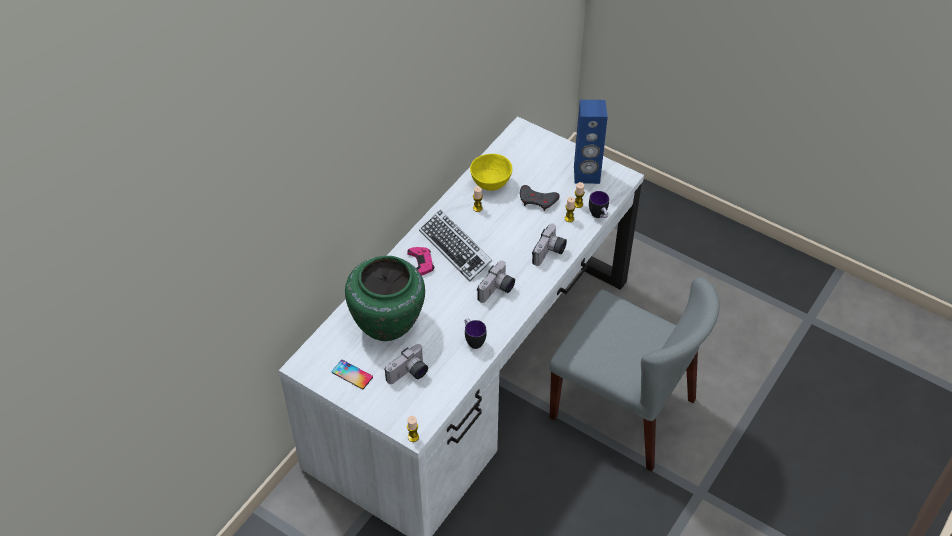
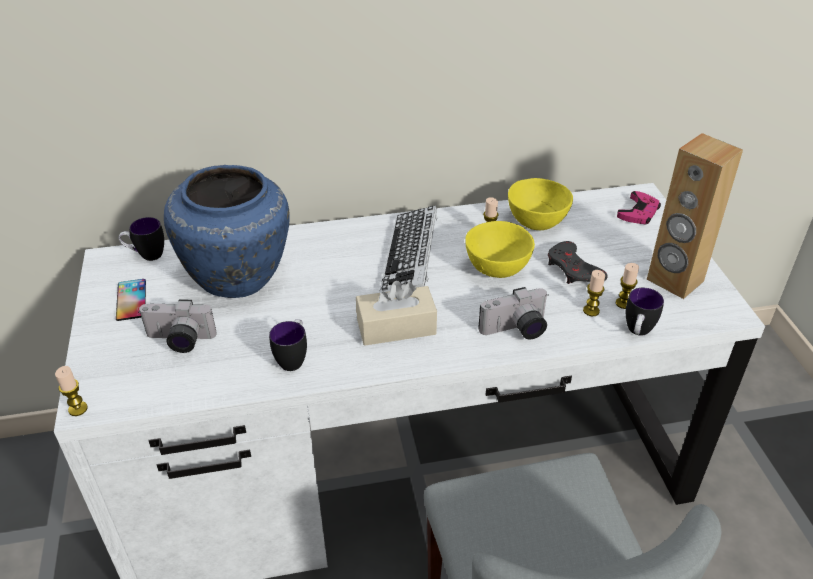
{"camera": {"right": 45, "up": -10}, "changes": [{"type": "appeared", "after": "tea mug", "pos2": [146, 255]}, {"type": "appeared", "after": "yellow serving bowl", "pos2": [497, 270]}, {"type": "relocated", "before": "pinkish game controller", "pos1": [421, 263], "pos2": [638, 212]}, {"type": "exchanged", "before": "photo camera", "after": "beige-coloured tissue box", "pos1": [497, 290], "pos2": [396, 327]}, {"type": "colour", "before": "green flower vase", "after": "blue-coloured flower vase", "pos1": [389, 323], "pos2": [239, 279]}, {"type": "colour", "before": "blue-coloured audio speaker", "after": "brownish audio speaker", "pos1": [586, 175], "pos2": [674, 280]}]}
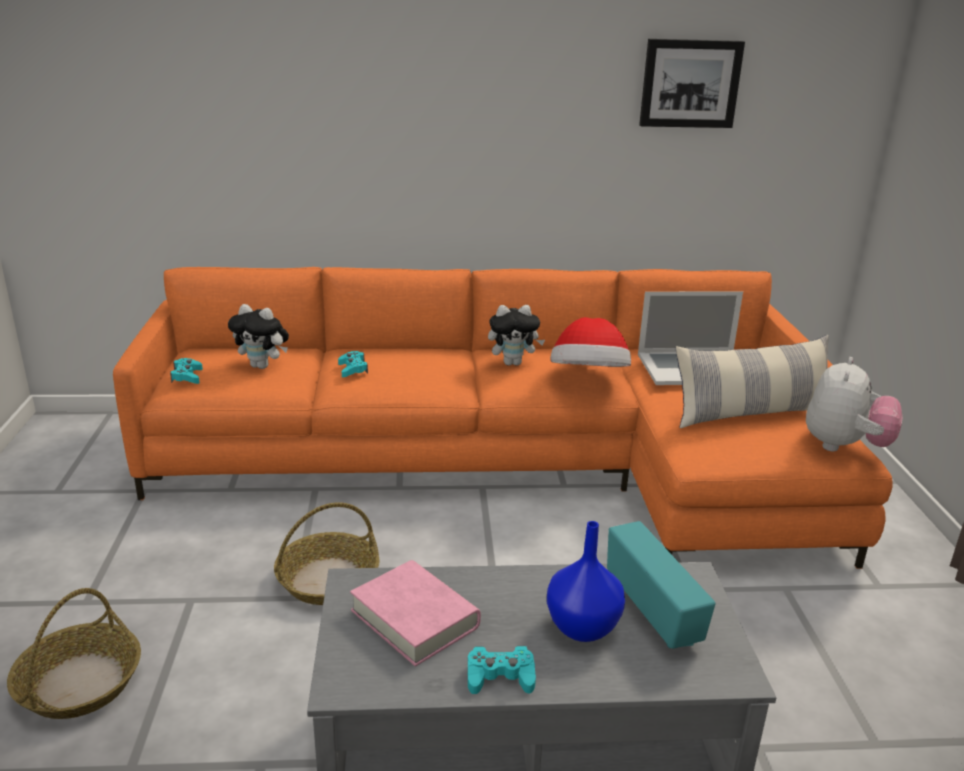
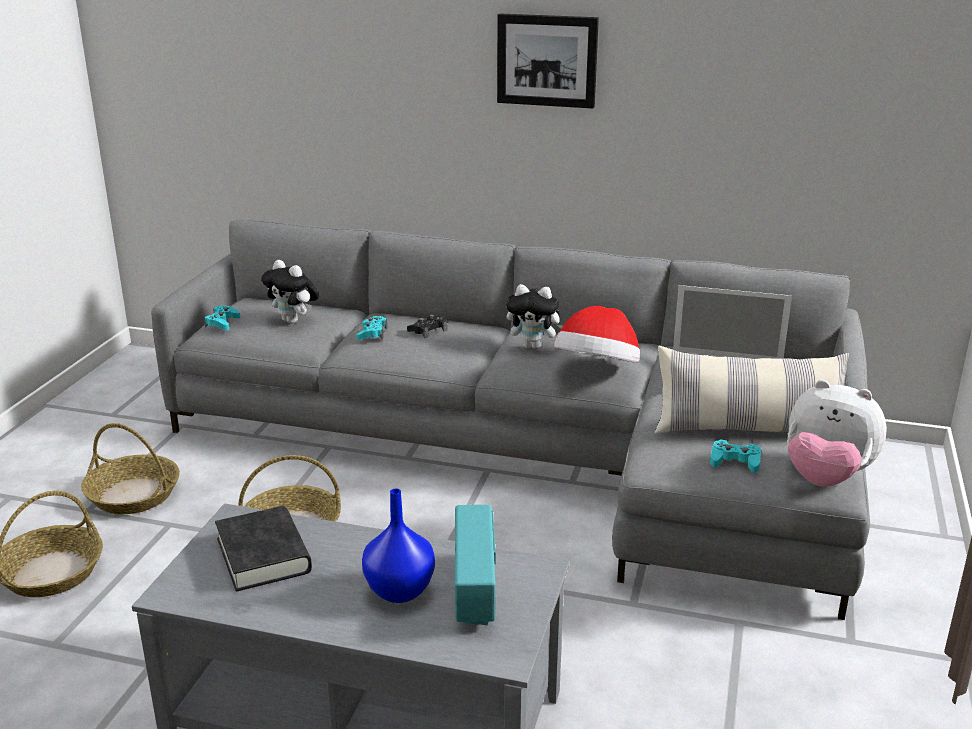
{"camera": {"right": 20, "up": 0}, "changes": [{"type": "appeared", "after": "basket", "pos2": [134, 495]}, {"type": "appeared", "after": "black-coloured game controller", "pos2": [428, 331]}, {"type": "relocated", "before": "blue-green game controller", "pos1": [500, 677], "pos2": [735, 461]}, {"type": "relocated", "before": "wall art", "pos1": [690, 83], "pos2": [547, 60]}, {"type": "colour", "before": "orangey sofa", "after": "greyish sofa", "pos1": [513, 465], "pos2": [532, 454]}, {"type": "colour", "before": "pinkish bound book", "after": "black-coloured bound book", "pos1": [415, 619], "pos2": [263, 555]}, {"type": "spun", "before": "soft toy", "pos1": [844, 446], "pos2": [826, 478], "turn": 75}]}
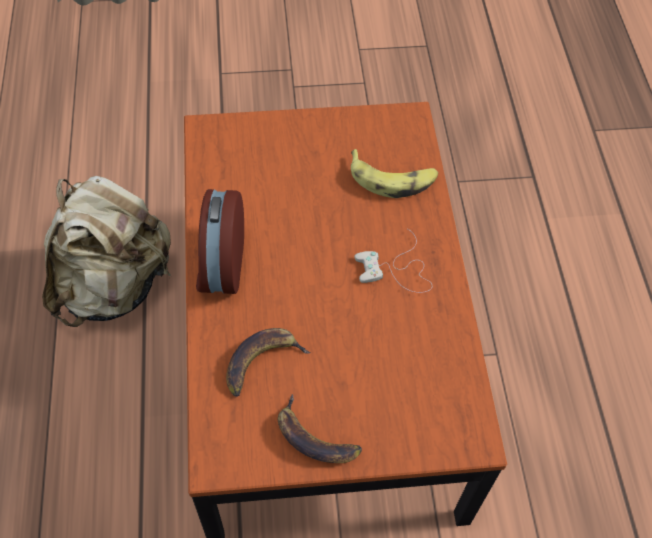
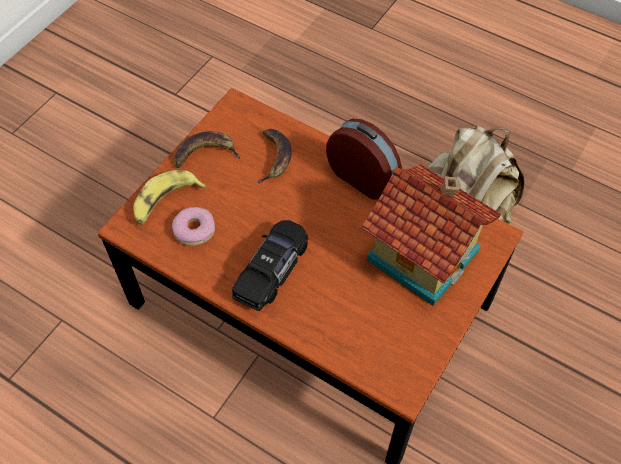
{"camera": {"right": 130, "up": 0}, "changes": [{"type": "appeared", "after": "ring doughnut", "pos2": [194, 230]}, {"type": "appeared", "after": "toy house", "pos2": [424, 253]}, {"type": "relocated", "before": "banana fruit", "pos1": [393, 179], "pos2": [166, 202]}, {"type": "exchanged", "before": "white game controller", "after": "black-coloured toy car", "pos1": [396, 270], "pos2": [272, 270]}]}
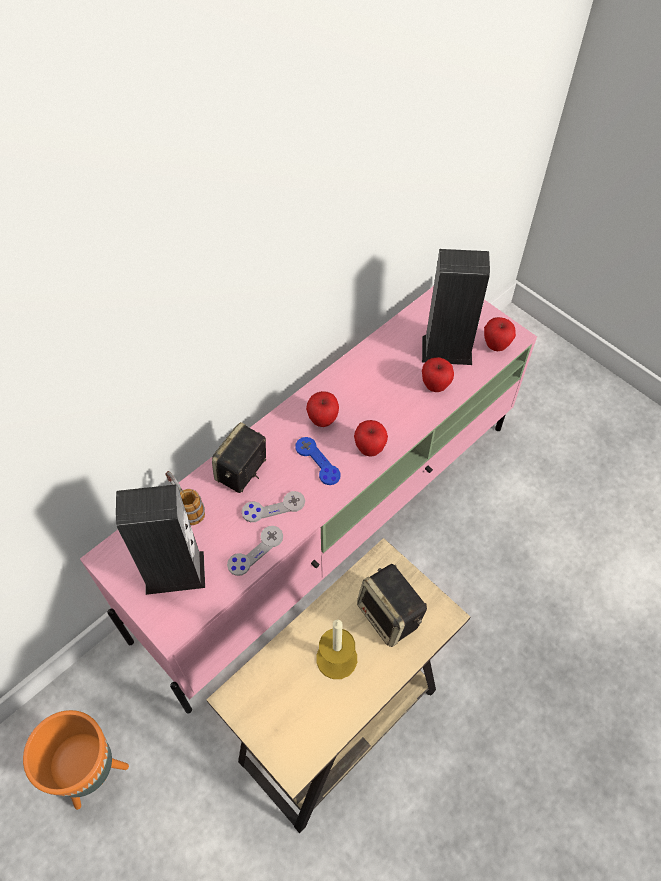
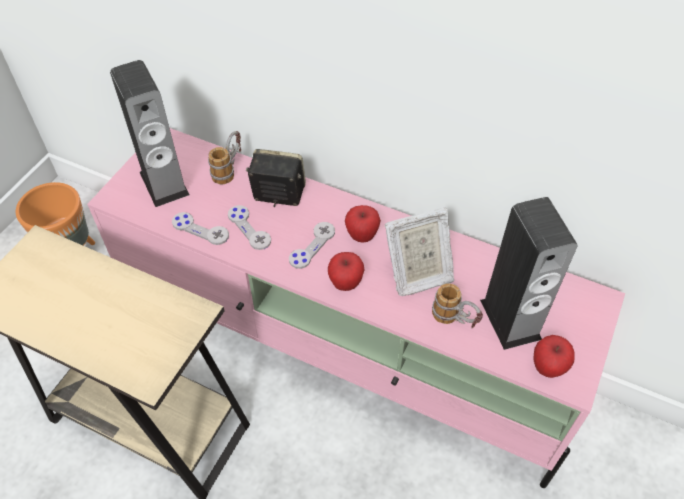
{"camera": {"right": 70, "up": -5}, "changes": [{"type": "missing", "before": "wax light", "pos1": [336, 658]}, {"type": "missing", "before": "audio speaker", "pos1": [390, 616]}, {"type": "appeared", "after": "picture frame", "pos2": [417, 275]}, {"type": "exchanged", "before": "apple fruit", "after": "tea mug", "pos1": [435, 385], "pos2": [455, 320]}, {"type": "colour", "before": "blue-coloured game controller", "after": "greyish game controller", "pos1": [317, 461], "pos2": [312, 246]}]}
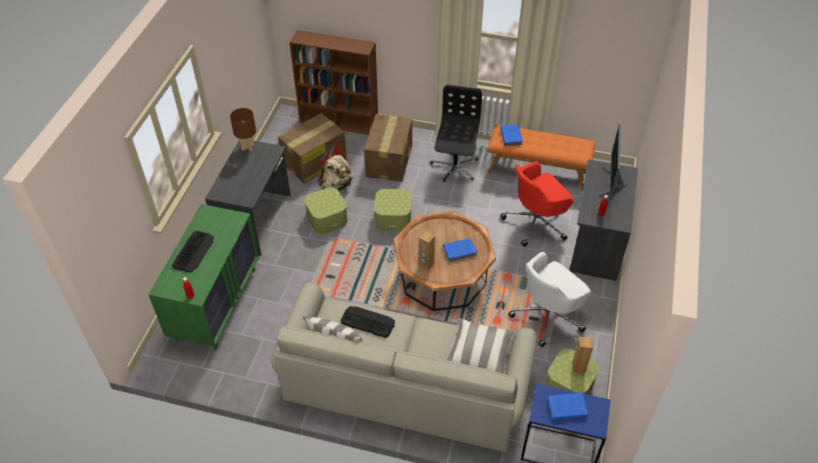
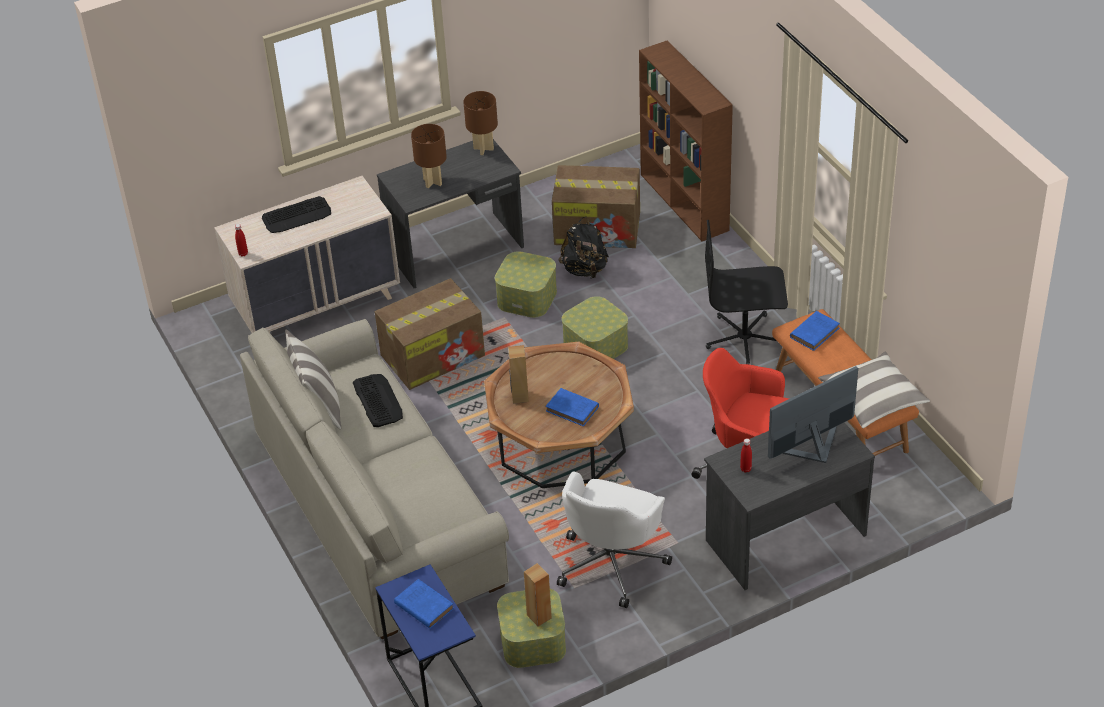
{"camera": {"right": 50, "up": -5}, "changes": [{"type": "appeared", "after": "brownish tabletop lamp", "pos2": [432, 182]}, {"type": "relocated", "before": "carton", "pos1": [389, 160], "pos2": [434, 355]}, {"type": "relocated", "before": "pillow", "pos1": [480, 354], "pos2": [872, 400]}, {"type": "colour", "before": "green drawer chest", "after": "beige-coloured drawer chest", "pos1": [216, 303], "pos2": [317, 304]}, {"type": "colour", "before": "beige-coloured knapsack", "after": "black-coloured knapsack", "pos1": [336, 185], "pos2": [585, 270]}, {"type": "spun", "before": "black-coloured computer chair", "pos1": [454, 167], "pos2": [745, 339], "turn": -150}, {"type": "spun", "before": "white computer chair", "pos1": [548, 316], "pos2": [612, 563], "turn": -75}]}
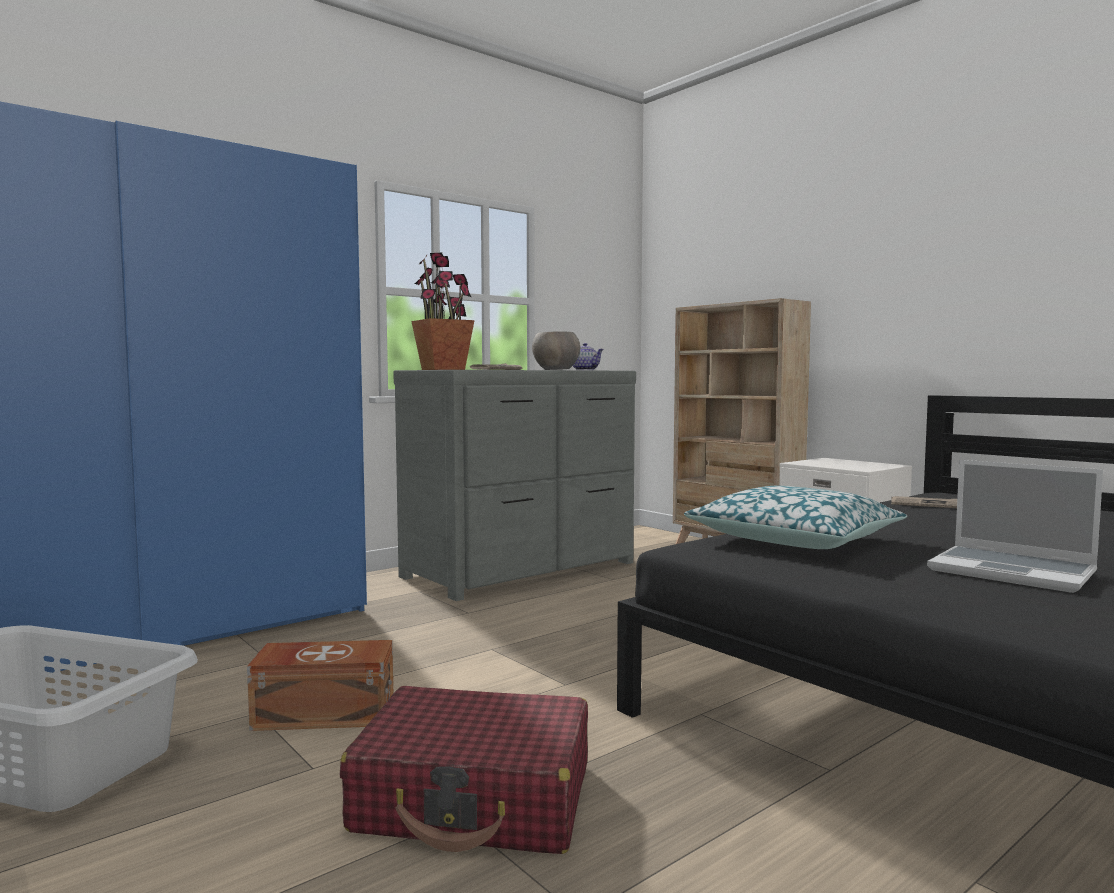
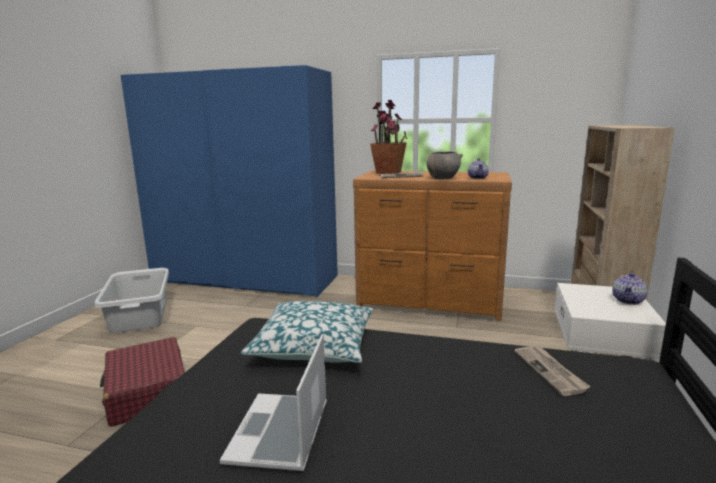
{"camera": {"right": 55, "up": 10}, "changes": [{"type": "missing", "before": "brownish storage container", "pos1": [323, 713]}, {"type": "appeared", "after": "teapot", "pos2": [628, 300]}, {"type": "colour", "before": "greyish drawer chest", "after": "brownish drawer chest", "pos1": [523, 570], "pos2": [430, 301]}]}
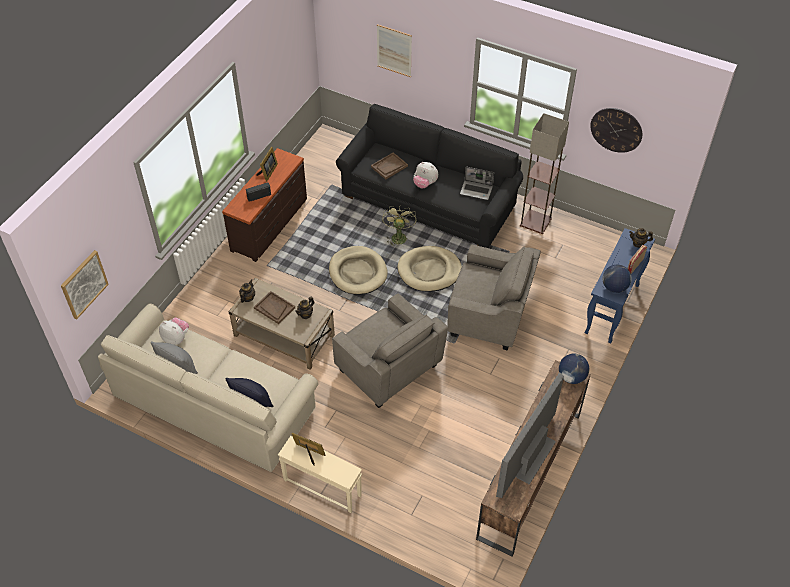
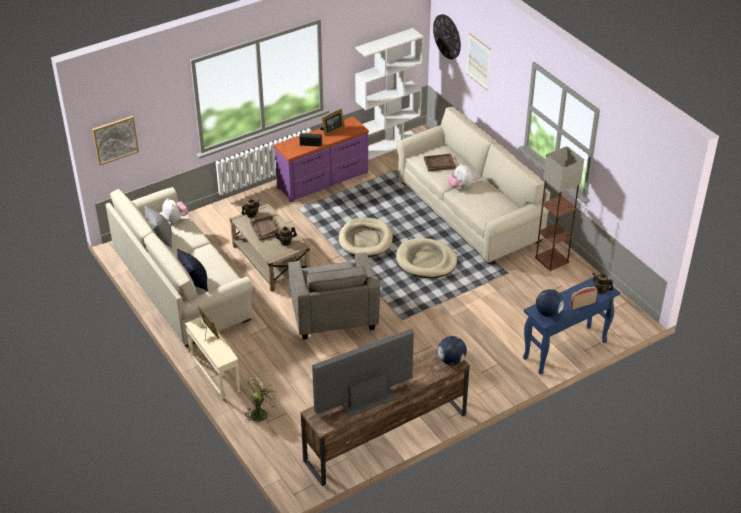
{"camera": {"right": 30, "up": -10}, "changes": [{"type": "missing", "before": "greyish easy chair", "pos1": [489, 315]}, {"type": "missing", "before": "notebook computer", "pos1": [476, 190]}, {"type": "appeared", "after": "white shelving unit", "pos2": [388, 145]}, {"type": "relocated", "before": "green fan", "pos1": [398, 236], "pos2": [260, 412]}, {"type": "relocated", "before": "clock on the wall", "pos1": [616, 130], "pos2": [447, 36]}, {"type": "colour", "before": "brownish drawer chest", "after": "purple-coloured drawer chest", "pos1": [270, 224], "pos2": [323, 180]}, {"type": "colour", "before": "black-coloured sofa", "after": "beige-coloured sofa", "pos1": [429, 201], "pos2": [469, 211]}]}
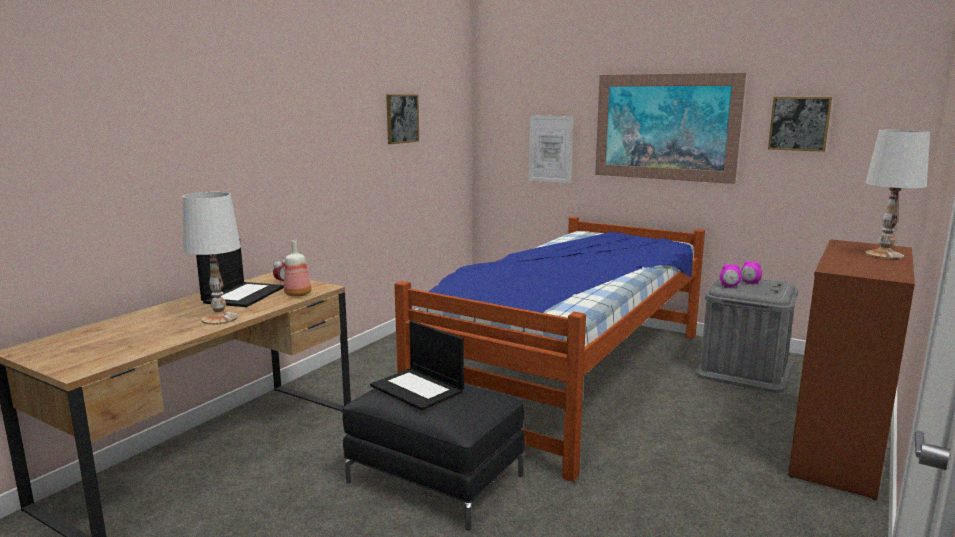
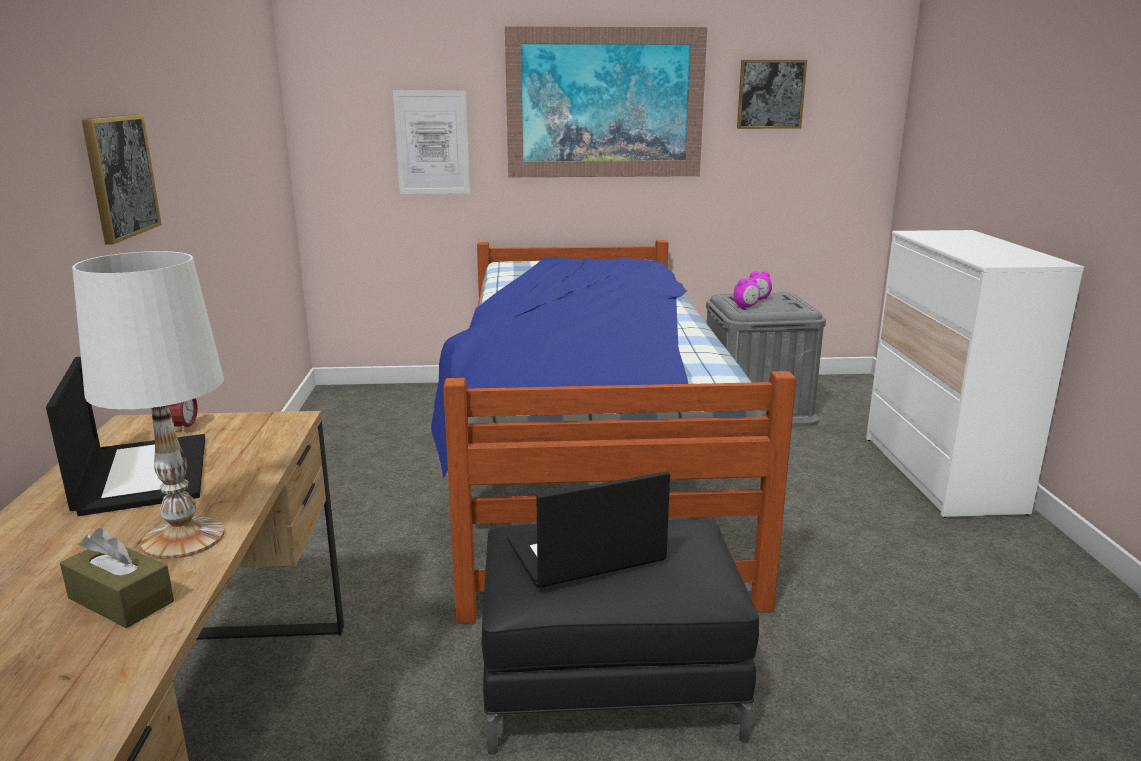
{"camera": {"right": -35, "up": 5}, "changes": [{"type": "missing", "before": "bottle", "pos1": [298, 294]}, {"type": "missing", "before": "white tabletop lamp", "pos1": [884, 255]}, {"type": "appeared", "after": "brownish tissue box", "pos2": [121, 600]}, {"type": "relocated", "before": "wall art", "pos1": [402, 118], "pos2": [120, 176]}, {"type": "colour", "before": "brownish drawer chest", "after": "white drawer chest", "pos1": [837, 451], "pos2": [940, 474]}, {"type": "spun", "before": "notebook computer", "pos1": [418, 389], "pos2": [584, 553], "turn": 150}]}
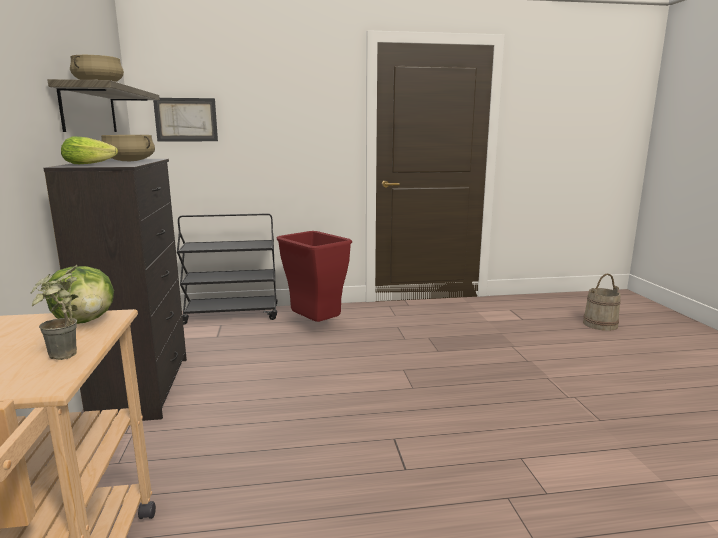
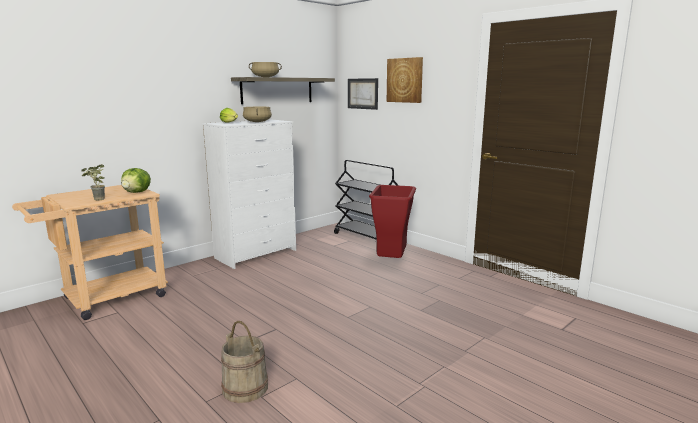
{"camera": {"right": 55, "up": 0}, "changes": [{"type": "appeared", "after": "wall art", "pos2": [405, 80]}, {"type": "relocated", "before": "beige-coloured water bucket", "pos1": [600, 324], "pos2": [245, 388]}, {"type": "colour", "before": "black-coloured drawer chest", "after": "white drawer chest", "pos1": [144, 387], "pos2": [257, 254]}]}
